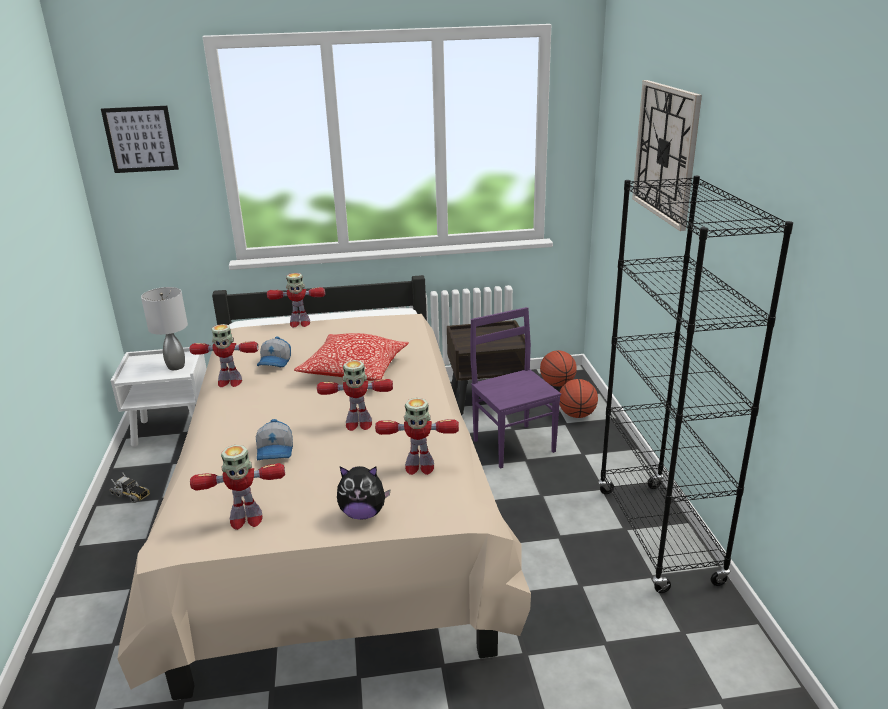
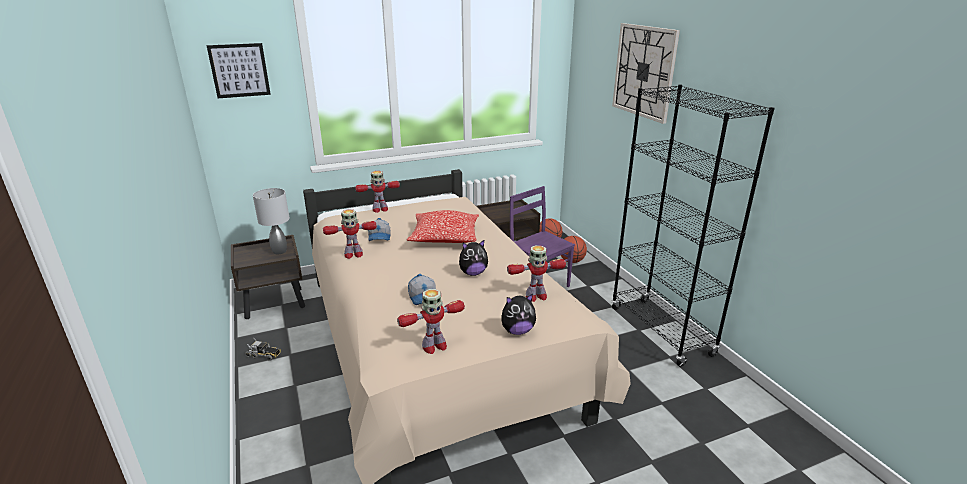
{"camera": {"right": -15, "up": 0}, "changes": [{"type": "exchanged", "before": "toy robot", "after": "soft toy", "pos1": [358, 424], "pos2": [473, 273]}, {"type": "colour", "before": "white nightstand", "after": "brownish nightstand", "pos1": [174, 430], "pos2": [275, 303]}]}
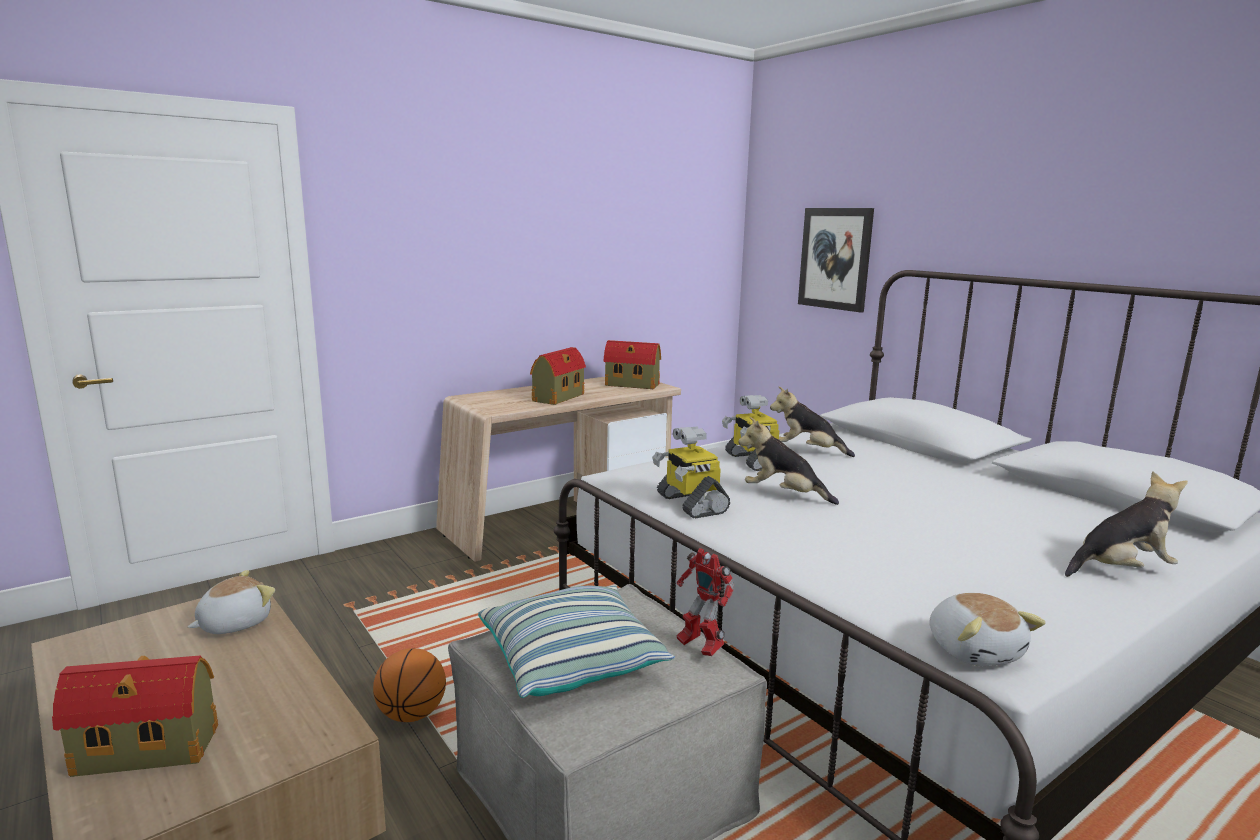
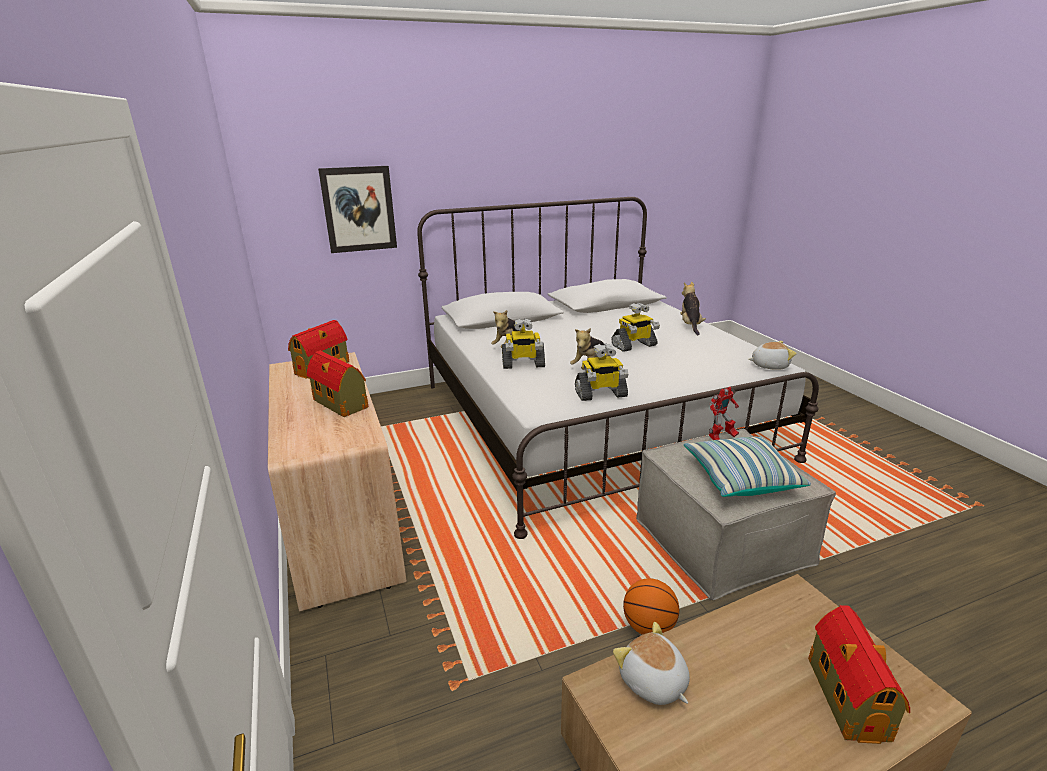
{"camera": {"right": -75, "up": 10}, "changes": [{"type": "appeared", "after": "toy robot", "pos2": [634, 346]}]}
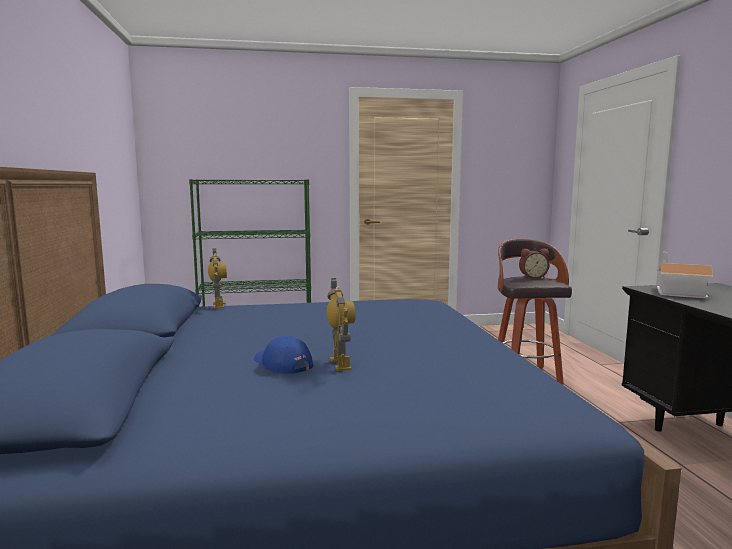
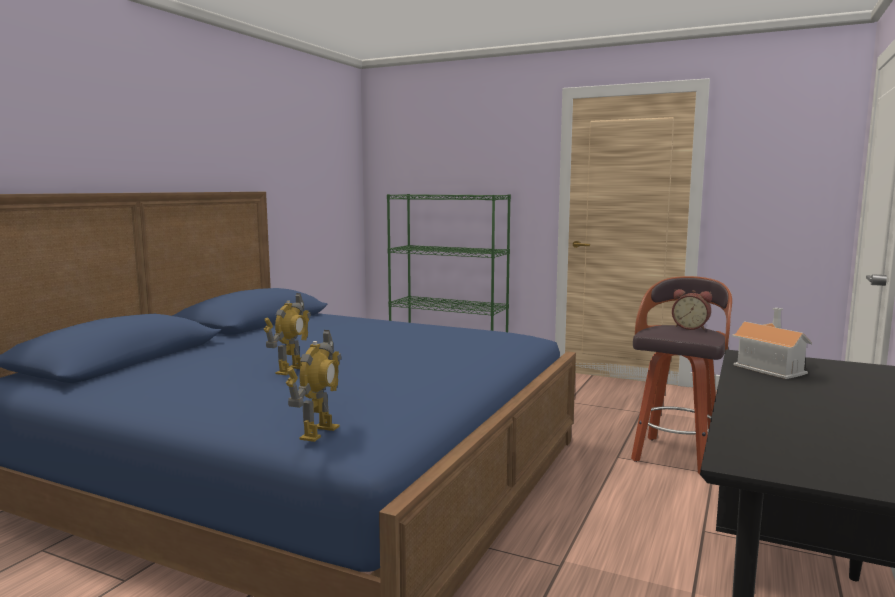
{"camera": {"right": 35, "up": 0}, "changes": [{"type": "missing", "before": "blue-coloured peaked cap", "pos1": [282, 364]}, {"type": "relocated", "before": "toy robot", "pos1": [218, 305], "pos2": [318, 432]}]}
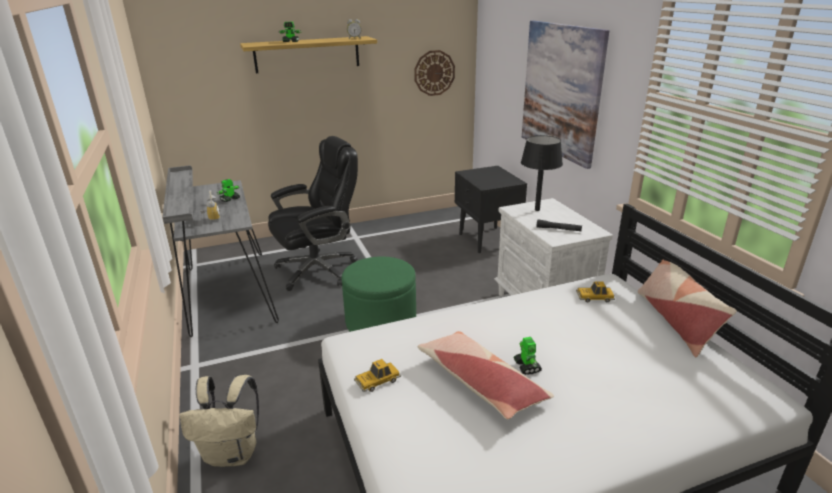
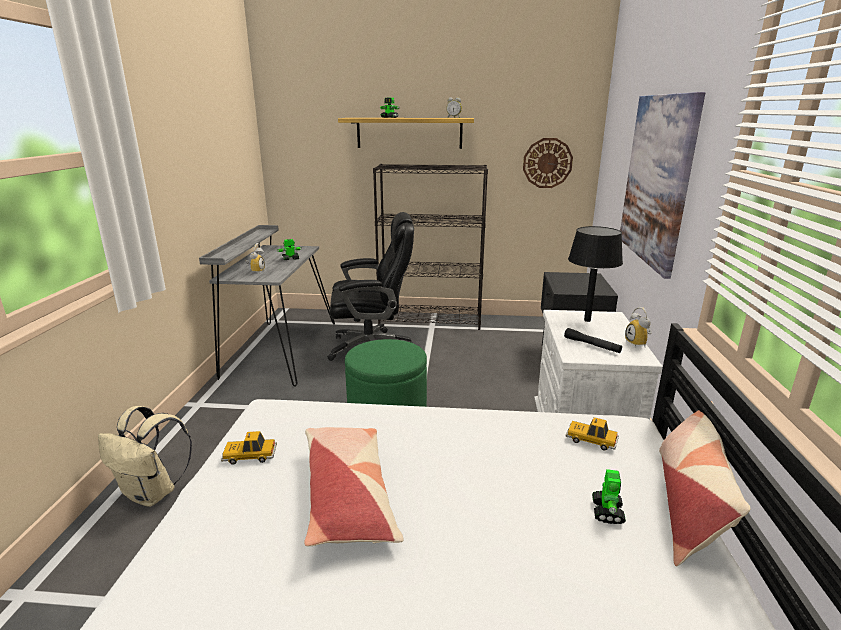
{"camera": {"right": 25, "up": -5}, "changes": [{"type": "appeared", "after": "black-coloured shelving unit", "pos2": [430, 320]}, {"type": "appeared", "after": "table clock", "pos2": [639, 344]}, {"type": "relocated", "before": "toy robot", "pos1": [527, 366], "pos2": [607, 511]}]}
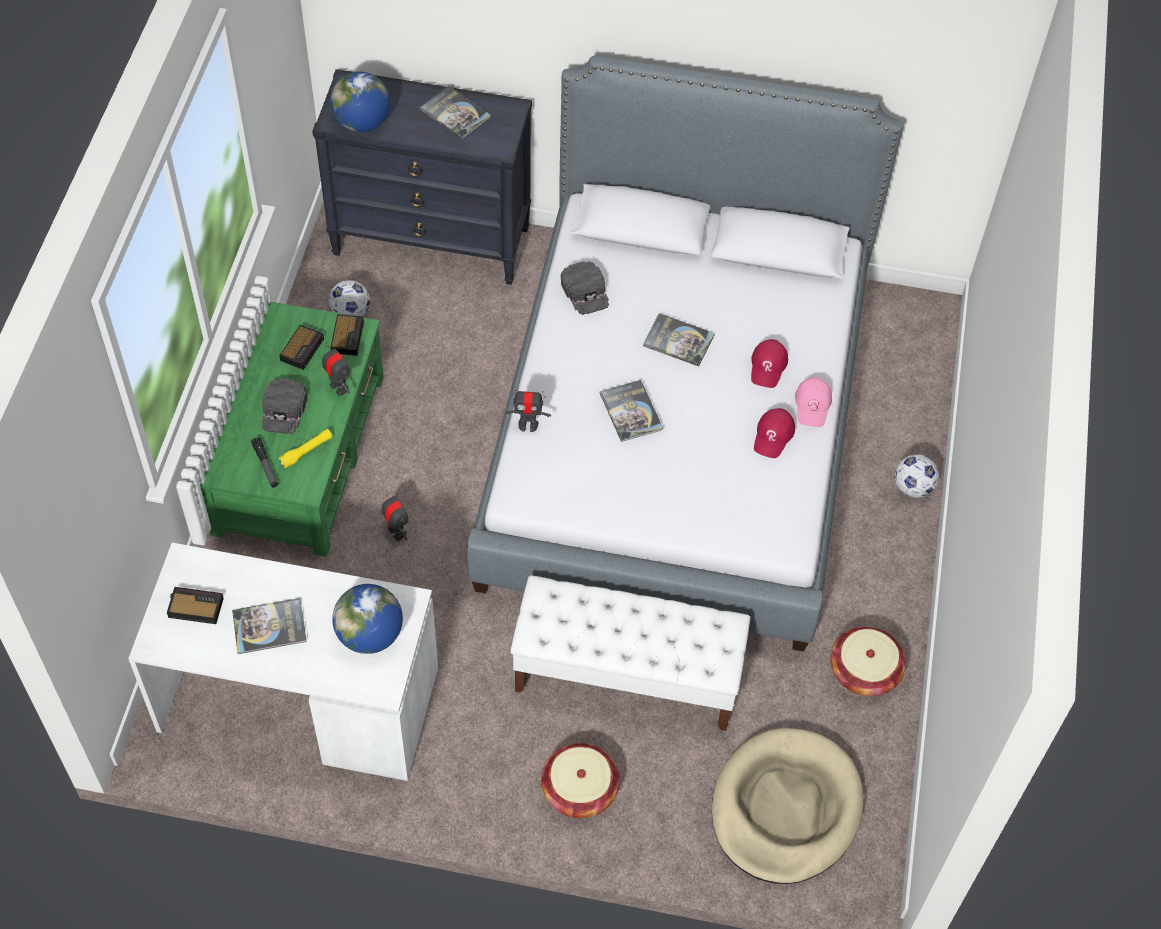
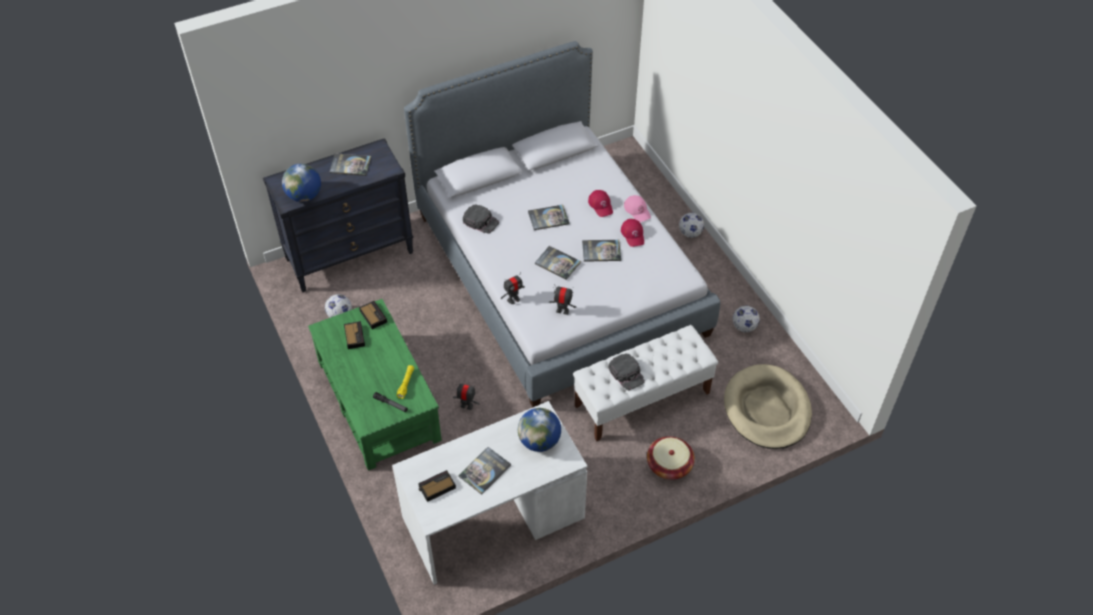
{"camera": {"right": -35, "up": -5}, "changes": [{"type": "appeared", "after": "bound book", "pos2": [601, 251]}, {"type": "relocated", "before": "black-coloured peaked cap", "pos1": [284, 410], "pos2": [627, 374]}, {"type": "relocated", "before": "toy robot", "pos1": [339, 387], "pos2": [562, 311]}, {"type": "exchanged", "before": "basket", "after": "football", "pos1": [864, 671], "pos2": [744, 327]}]}
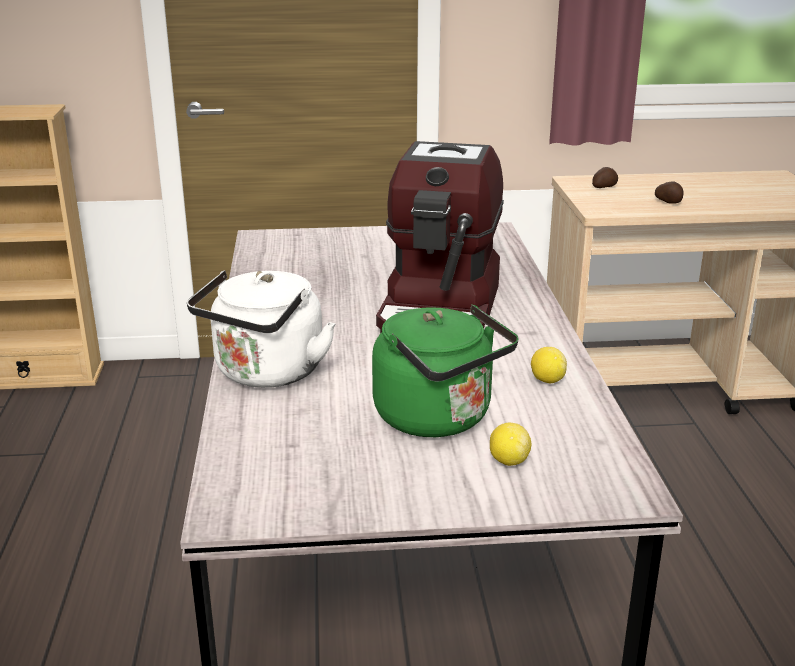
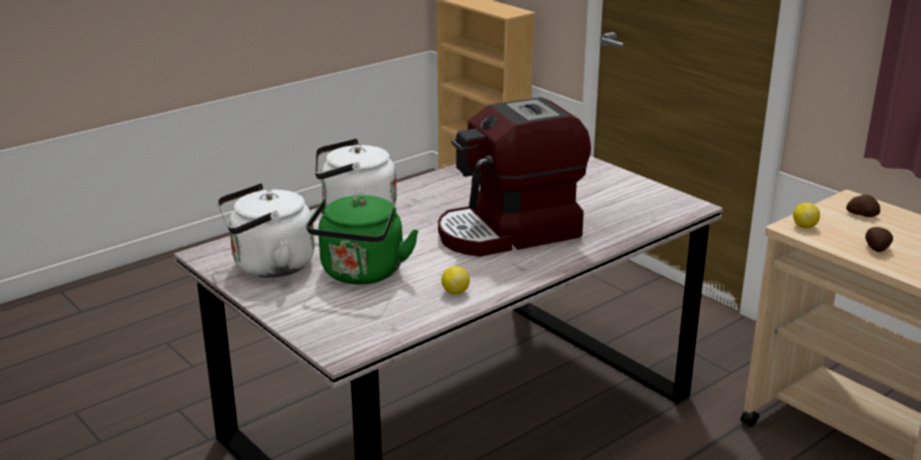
{"camera": {"right": 55, "up": 0}, "changes": [{"type": "appeared", "after": "white tea kettle", "pos2": [268, 266]}, {"type": "relocated", "before": "whole lemon", "pos1": [508, 461], "pos2": [804, 226]}]}
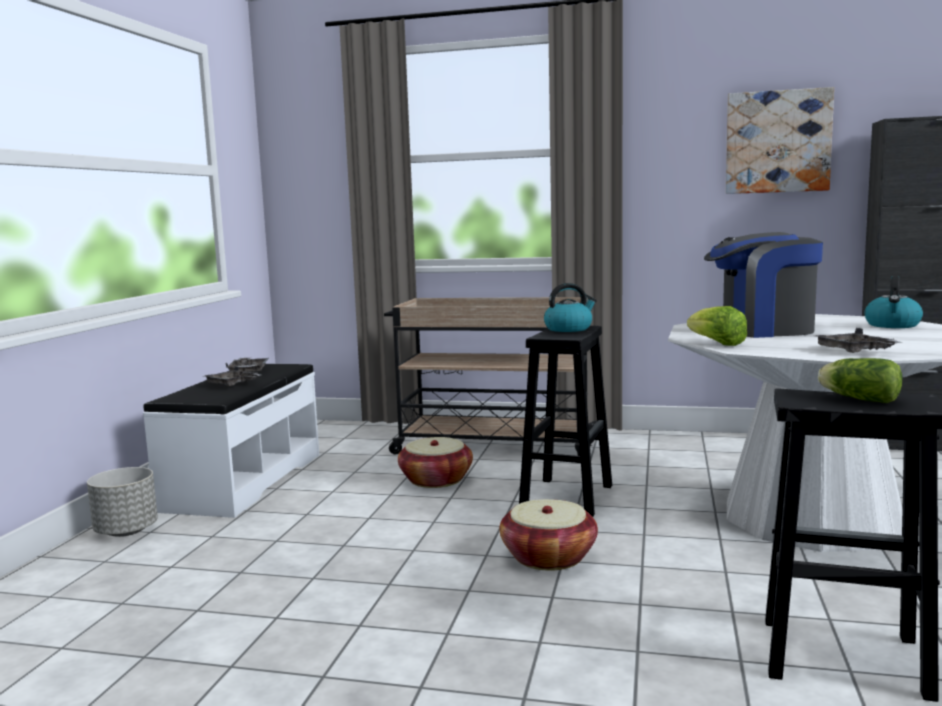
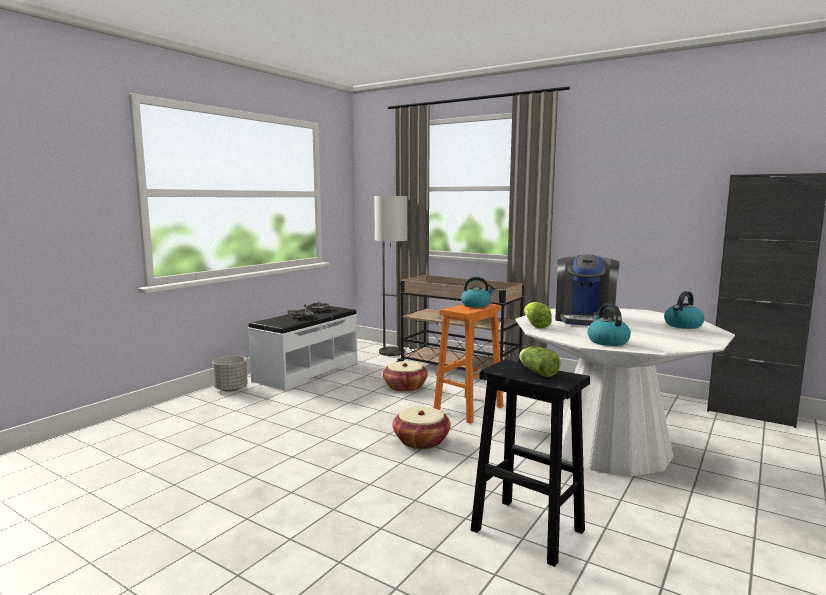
{"camera": {"right": 20, "up": 0}, "changes": [{"type": "missing", "before": "wall art", "pos1": [777, 142]}, {"type": "appeared", "after": "standard lamp", "pos2": [392, 352]}, {"type": "exchanged", "before": "greyish carrying tray", "after": "tea kettle", "pos1": [855, 351], "pos2": [607, 341]}, {"type": "colour", "before": "black-coloured stool", "after": "orangey stool", "pos1": [567, 496], "pos2": [469, 409]}, {"type": "spun", "before": "coffee brewer", "pos1": [760, 330], "pos2": [584, 319], "turn": -90}]}
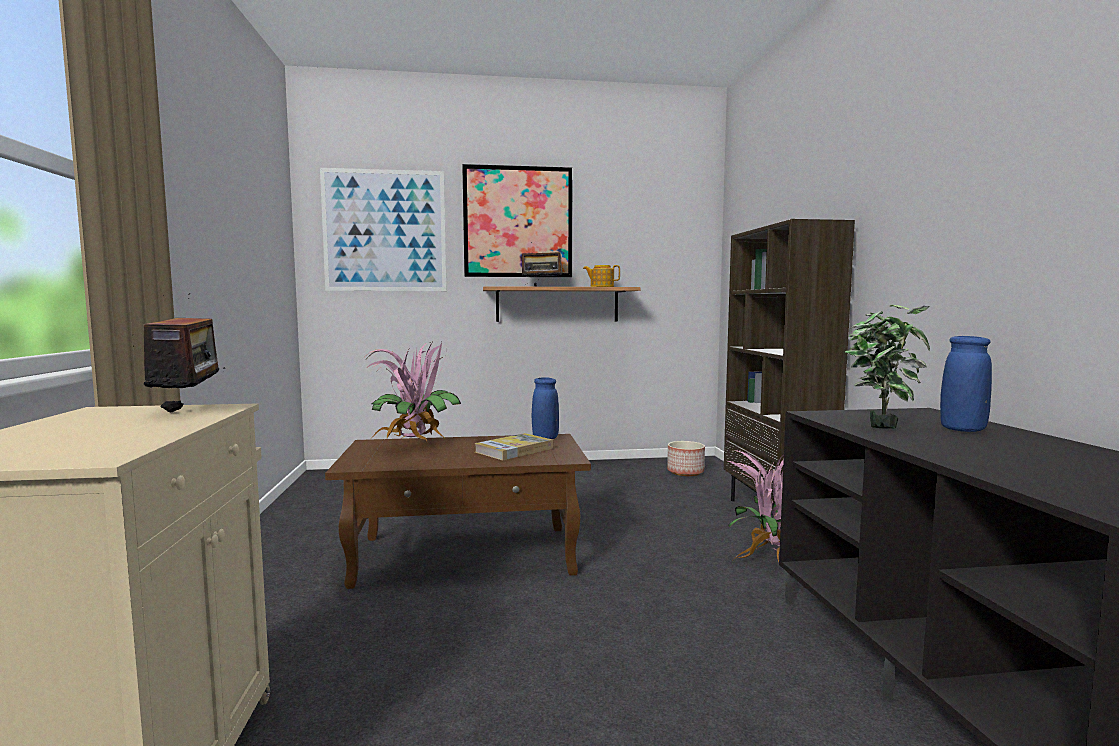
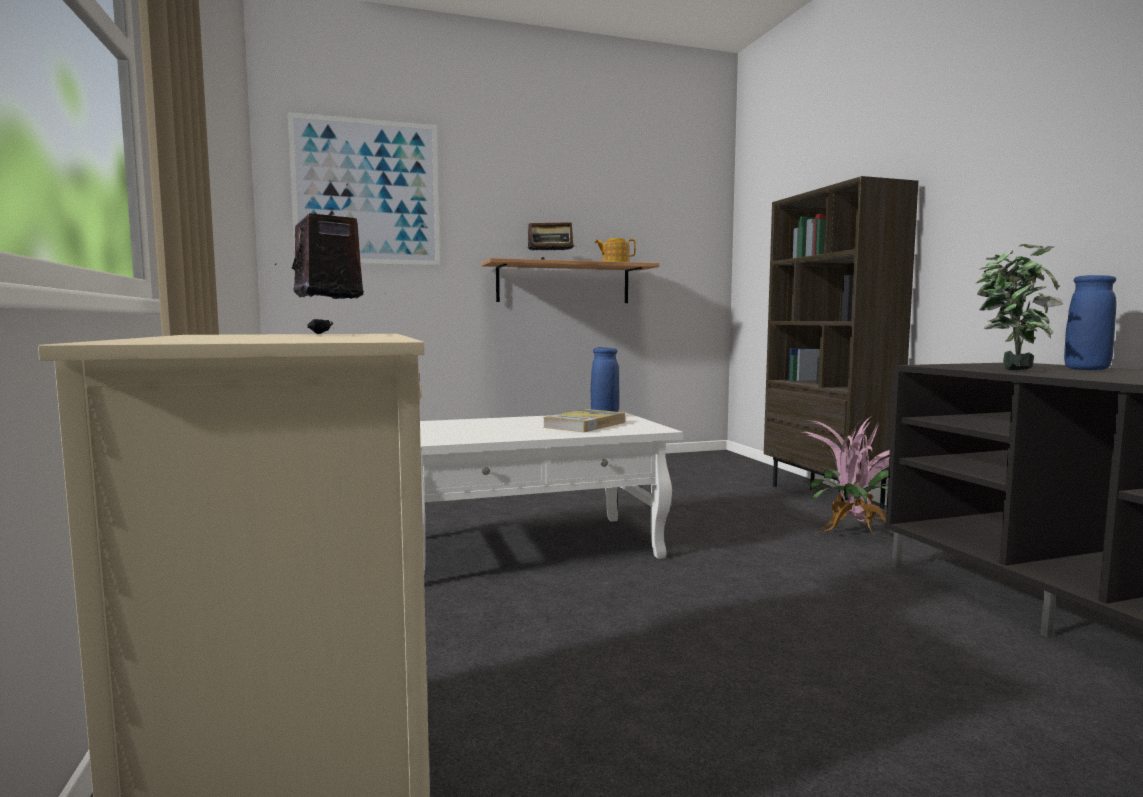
{"camera": {"right": -10, "up": 0}, "changes": [{"type": "missing", "before": "potted plant", "pos1": [414, 447]}, {"type": "missing", "before": "wall art", "pos1": [518, 222]}, {"type": "missing", "before": "plant pot", "pos1": [686, 472]}, {"type": "colour", "before": "brownish coffee table", "after": "white coffee table", "pos1": [467, 555], "pos2": [530, 548]}]}
